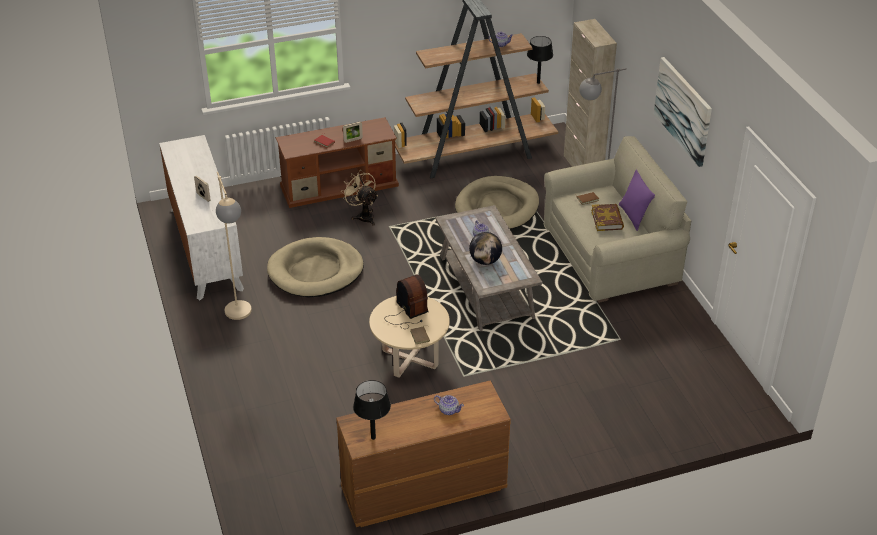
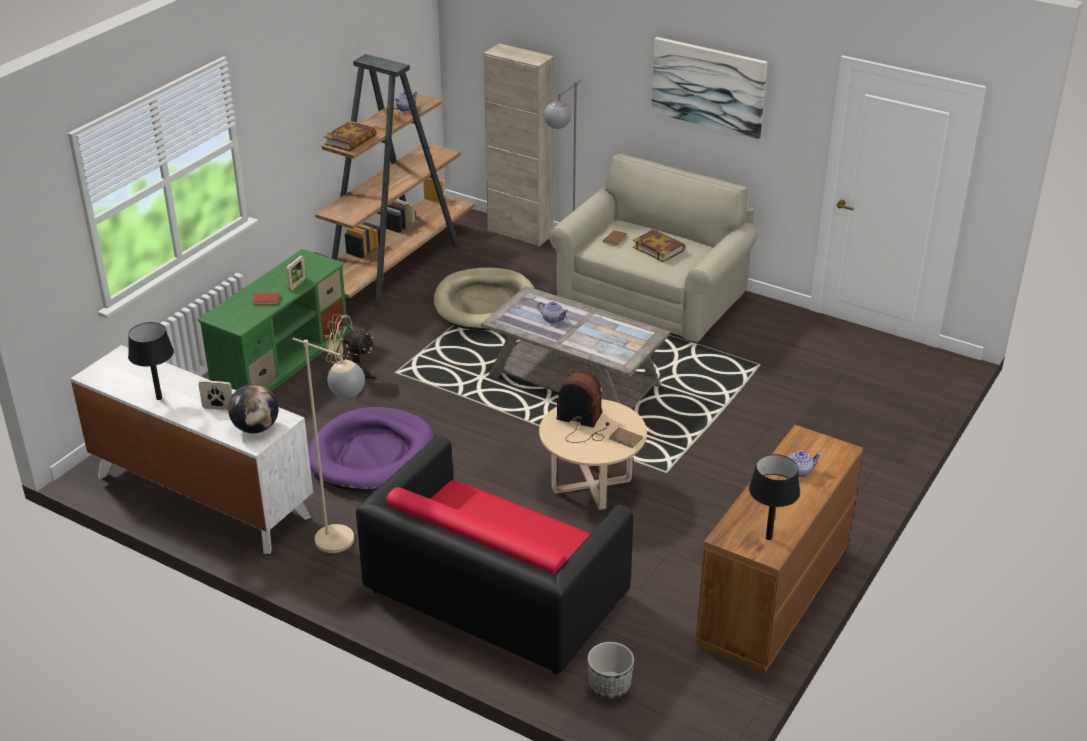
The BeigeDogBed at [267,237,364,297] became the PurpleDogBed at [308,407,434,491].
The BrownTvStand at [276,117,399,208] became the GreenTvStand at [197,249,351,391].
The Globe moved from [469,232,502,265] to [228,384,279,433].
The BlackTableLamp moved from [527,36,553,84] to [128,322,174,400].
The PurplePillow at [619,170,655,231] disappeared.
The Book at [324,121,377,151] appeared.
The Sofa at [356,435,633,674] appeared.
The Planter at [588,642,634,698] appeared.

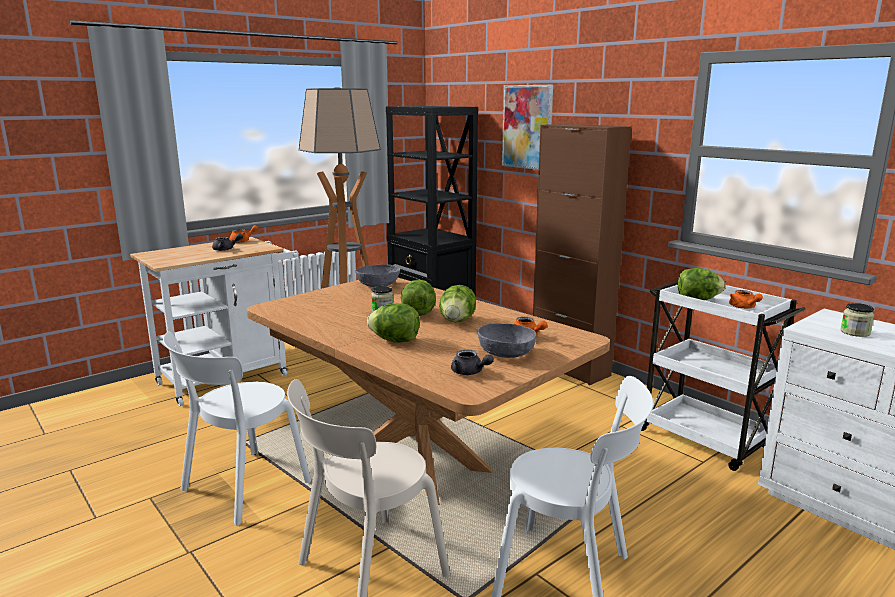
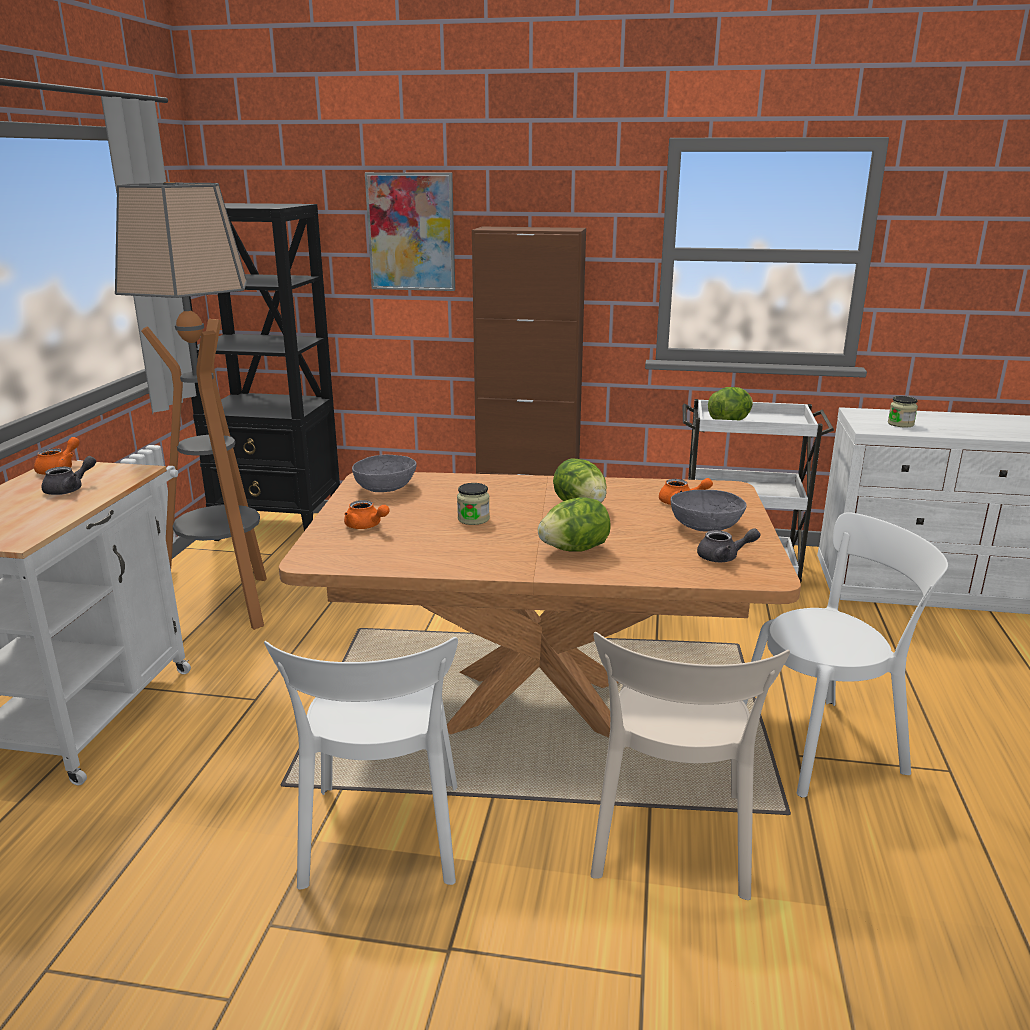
The Lettuce at [401,280,436,316] disappeared.
The OrangeTeapot moved from [729,290,763,309] to [344,500,390,529].

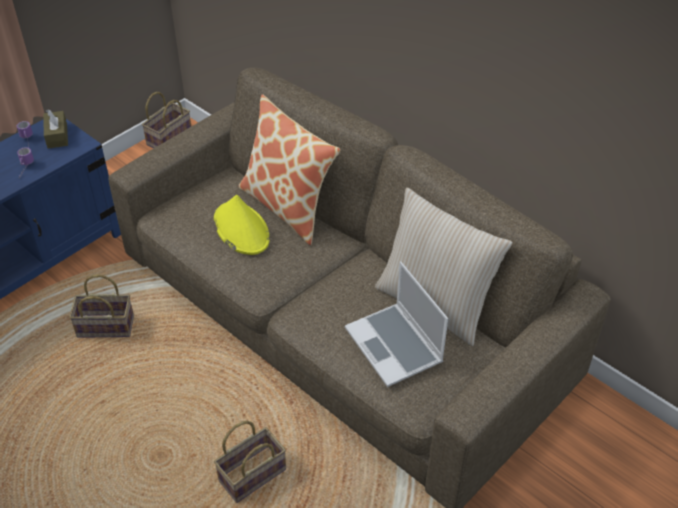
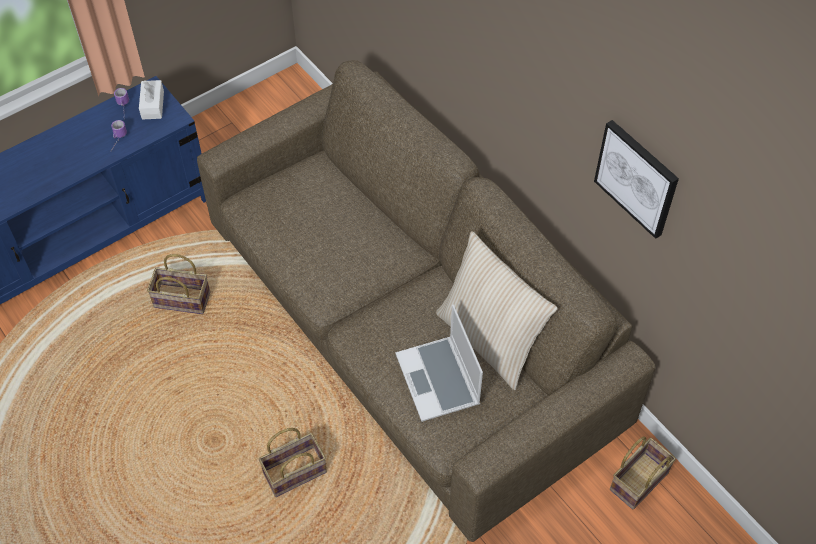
The BrownTissueBox at [43,109,68,149] became the WhiteTissueBox at [139,80,164,120].
The Basket moved from [142,92,191,148] to [610,436,676,510].
The YellowHat at [214,195,269,255] disappeared.
The Pillow at [238,94,340,245] disappeared.
The Picture at [594,120,679,239] appeared.

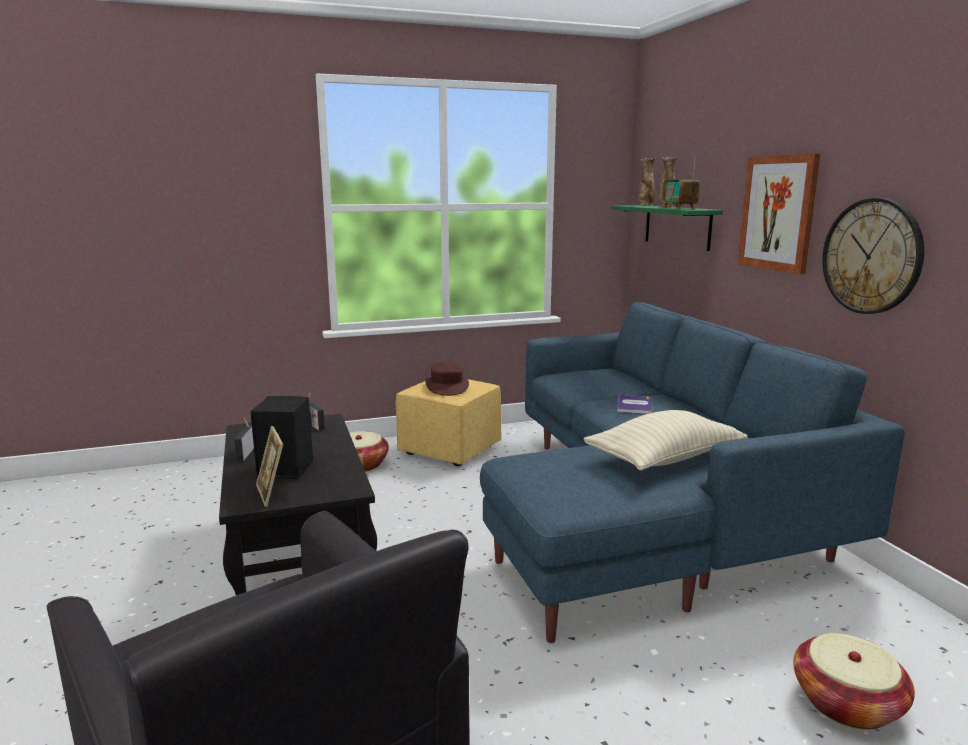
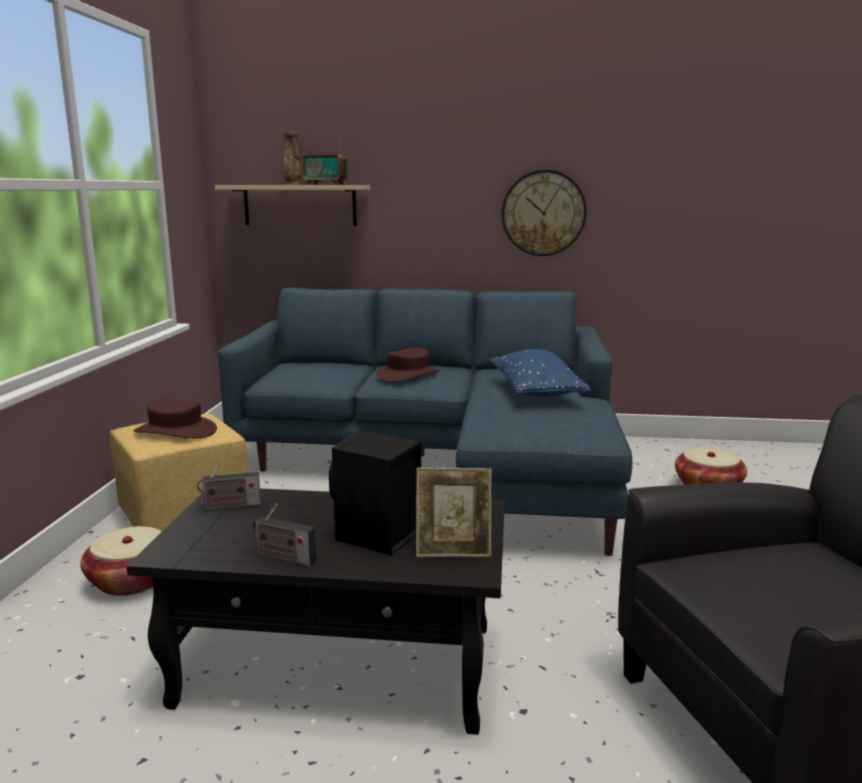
The BeigePillow at [584,410,748,471] became the BluePillow at [490,349,591,397].
The GreenShelf at [611,205,723,251] became the BeigeShelf at [215,185,370,226].
The Book at [617,395,653,414] was replaced by the BrownHat at [376,348,440,382].
The Vase at [639,158,655,206] disappeared.
The Picture at [738,154,820,275] disappeared.

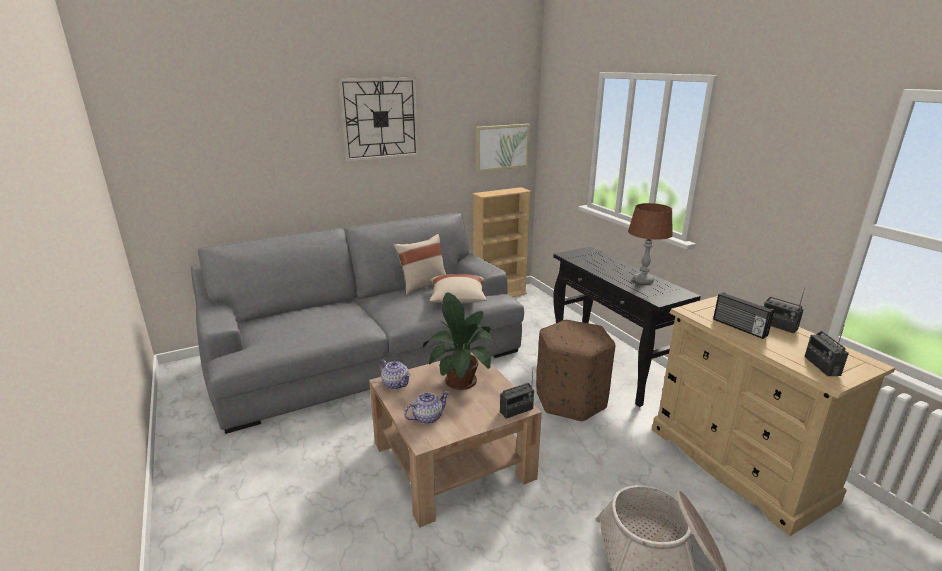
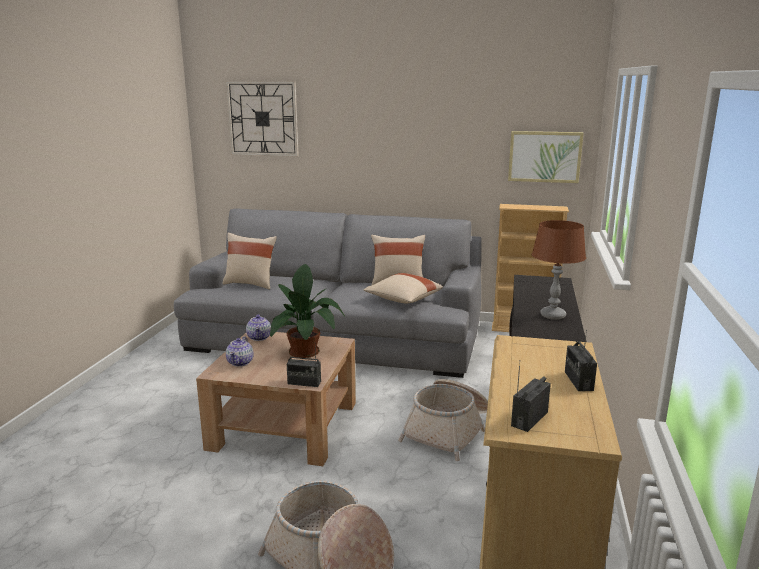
The WallClock moved from [338,77,419,162] to [226,81,299,156].
The Teapot at [404,391,449,424] turned 90 degrees clockwise.
The BrownOttoman at [536,320,615,422] was replaced by the Basket at [398,379,488,461].
The Radio at [713,292,775,339] disappeared.
The BeigePillow at [222,232,277,290] appeared.

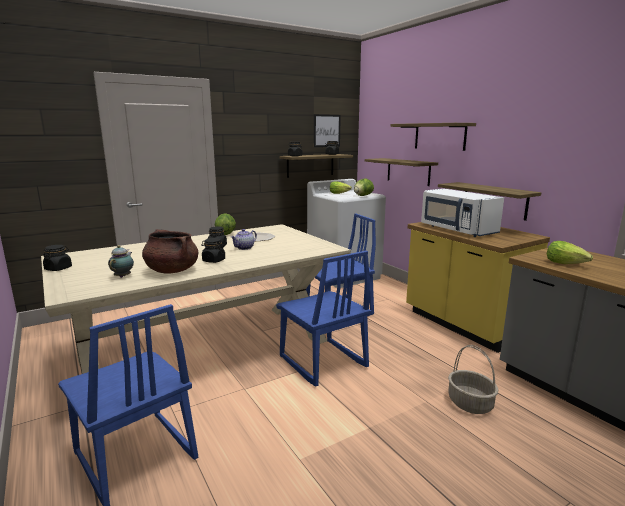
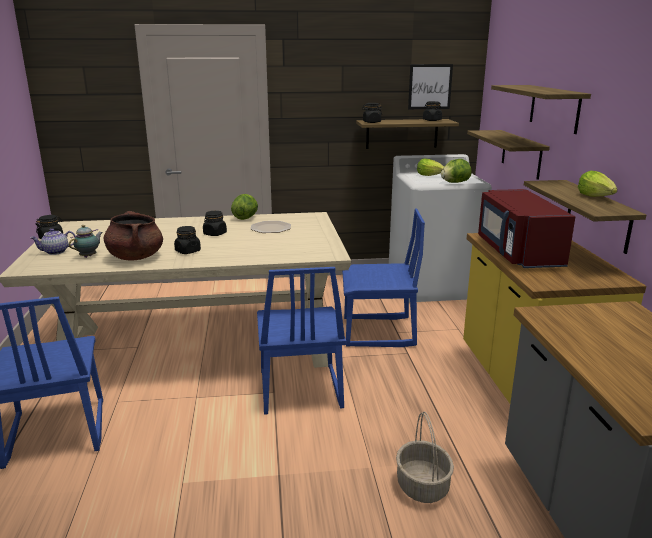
The Teapot moved from [231,229,257,250] to [30,229,76,255].
The WhiteMicrowave at [421,189,504,237] became the RedMicrowave at [478,189,575,268].
The Lettuce moved from [547,241,593,264] to [578,171,617,197].

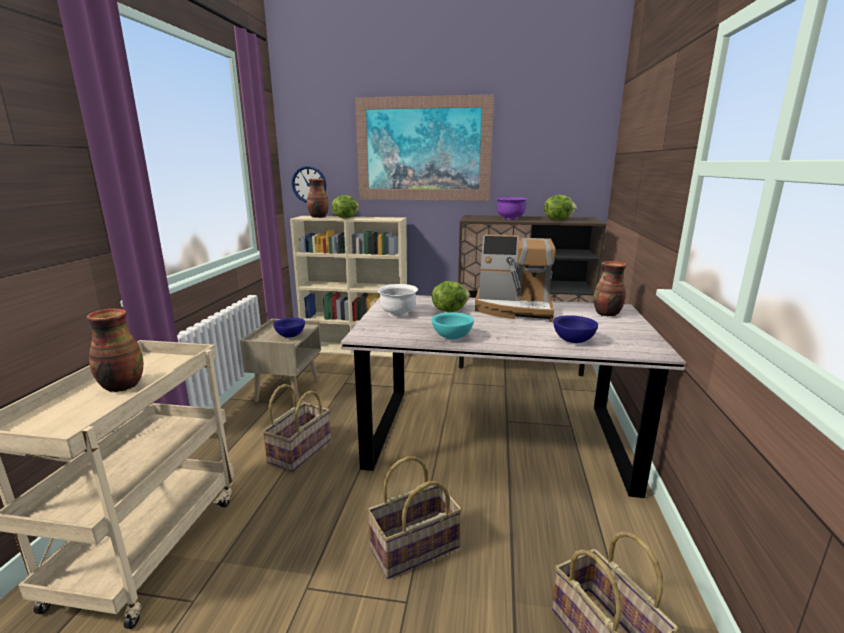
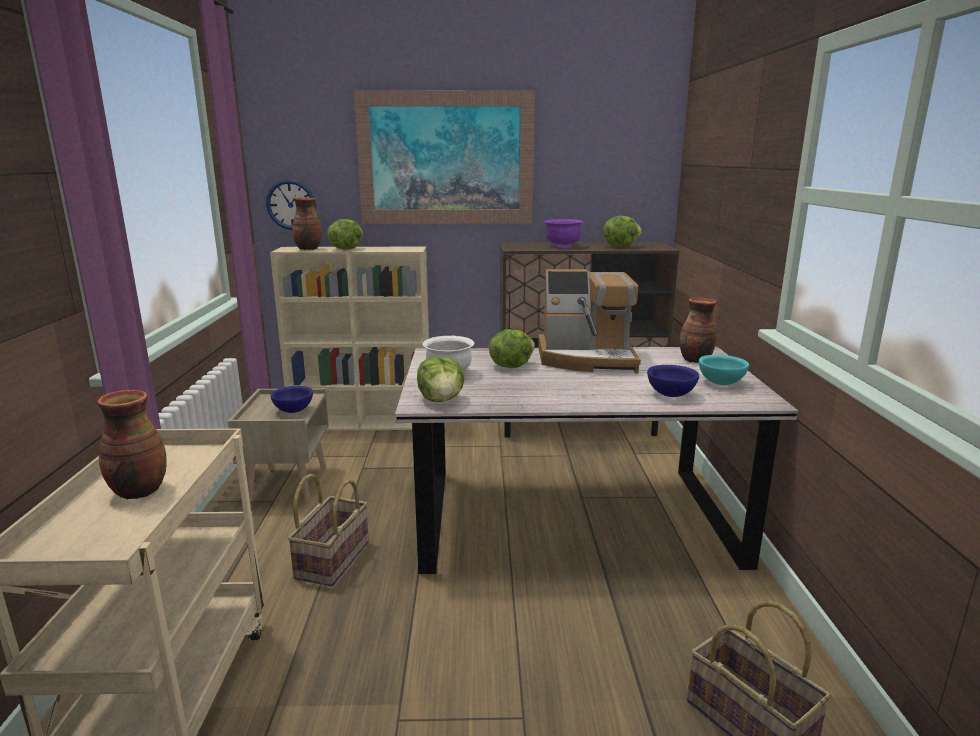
The Basket at [367,456,462,579] disappeared.
The TurquoiseBowl moved from [432,312,474,339] to [699,355,749,385].
The Lettuce at [417,357,464,402] appeared.

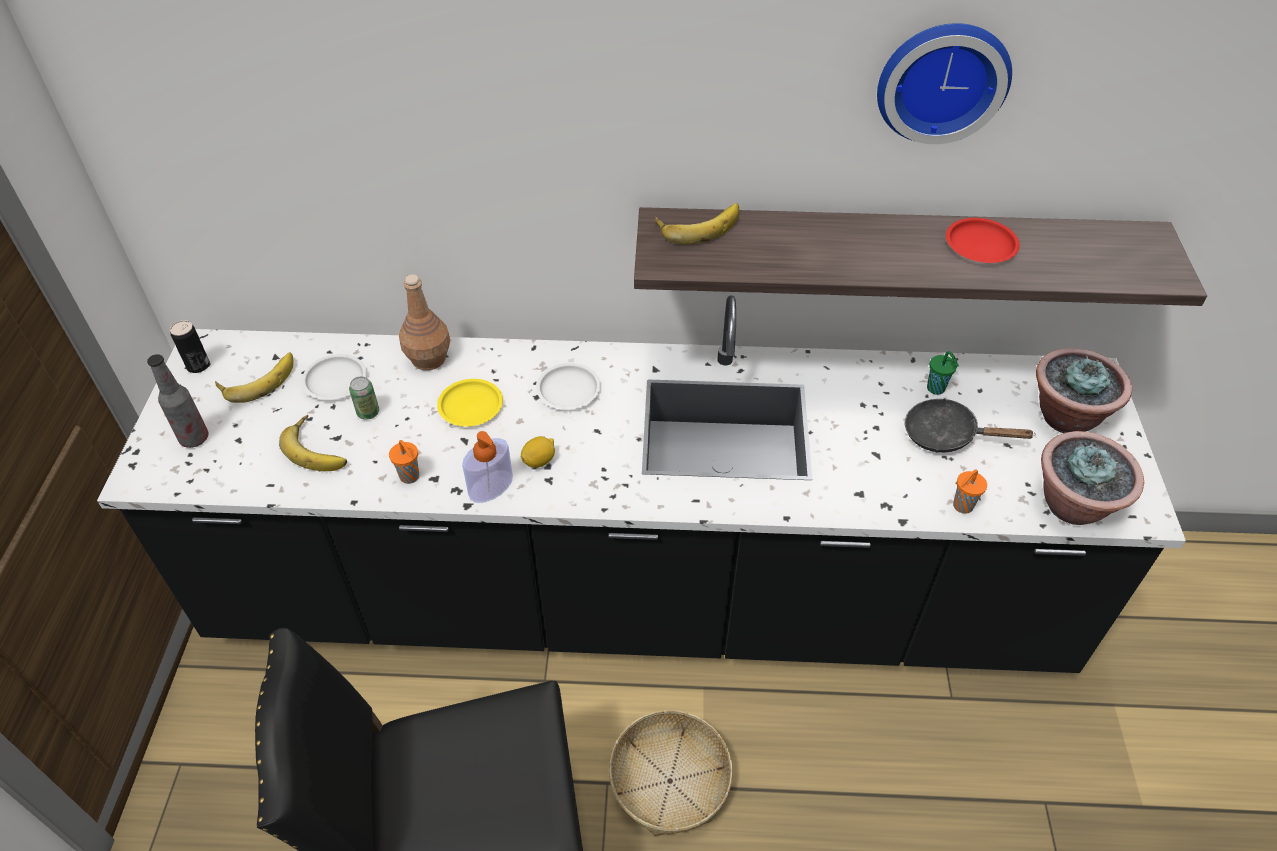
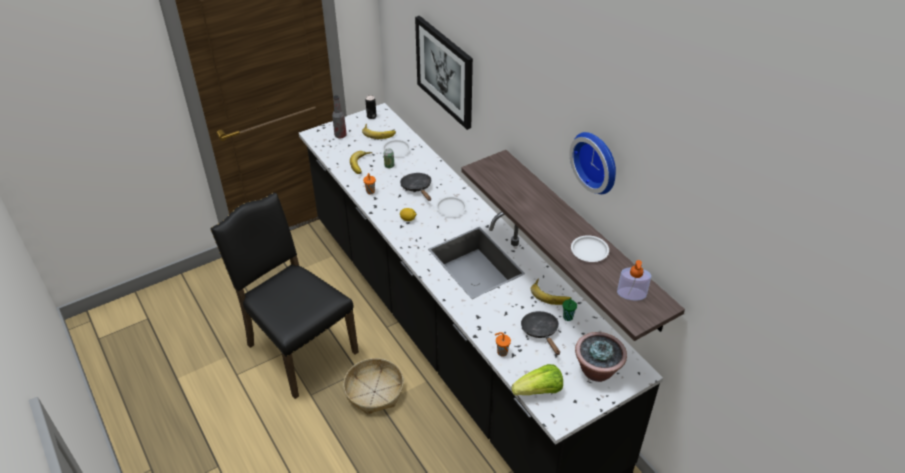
The BrownBottle at [399,275,450,370] disappeared.
The YellowPlate at [437,379,503,427] was replaced by the BlackFryingPan at [400,173,431,201].
The SoapDispenser moved from [462,431,513,503] to [617,260,651,300].
The Banana moved from [655,203,739,245] to [531,278,572,305].
The RedPlate at [946,218,1020,263] became the WhitePlate at [571,235,609,262].
The PottedPlant at [1041,431,1144,525] was replaced by the Lettuce at [512,364,563,395].
The Picture at [415,16,473,130] appeared.

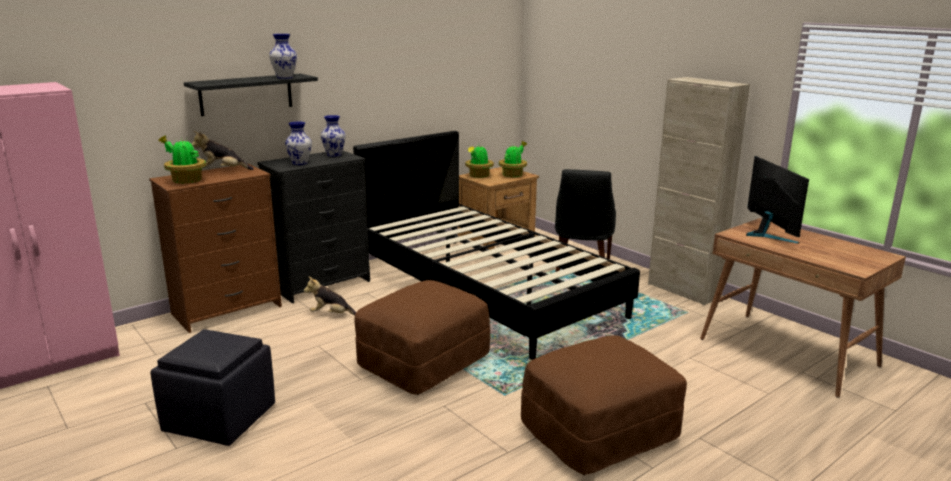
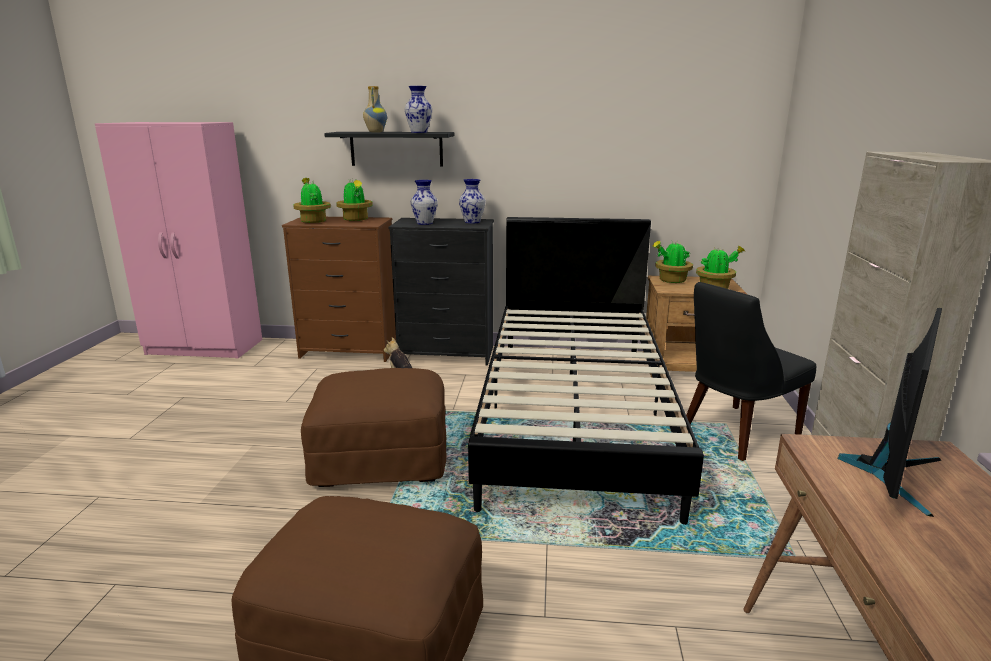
The BlackOttoman at [150,329,275,446] disappeared.
The PlushToy at [192,131,254,170] was replaced by the PottedPlant at [336,178,373,221].
The Vase at [363,86,387,133] appeared.

